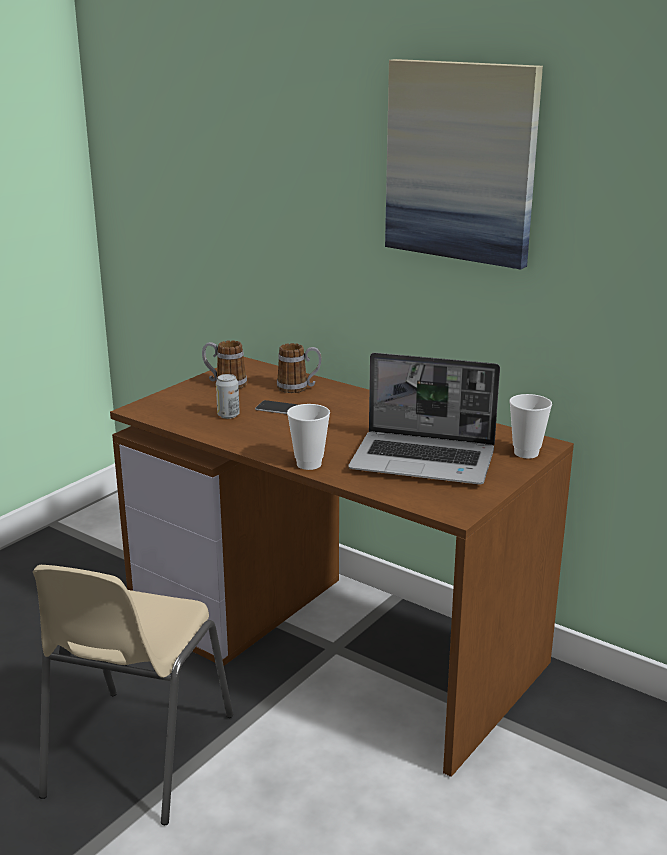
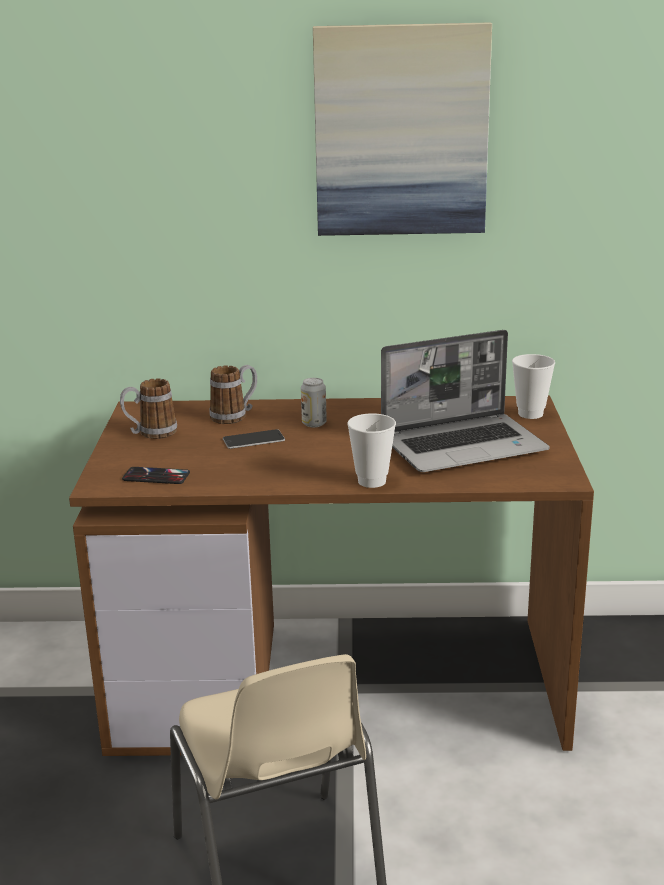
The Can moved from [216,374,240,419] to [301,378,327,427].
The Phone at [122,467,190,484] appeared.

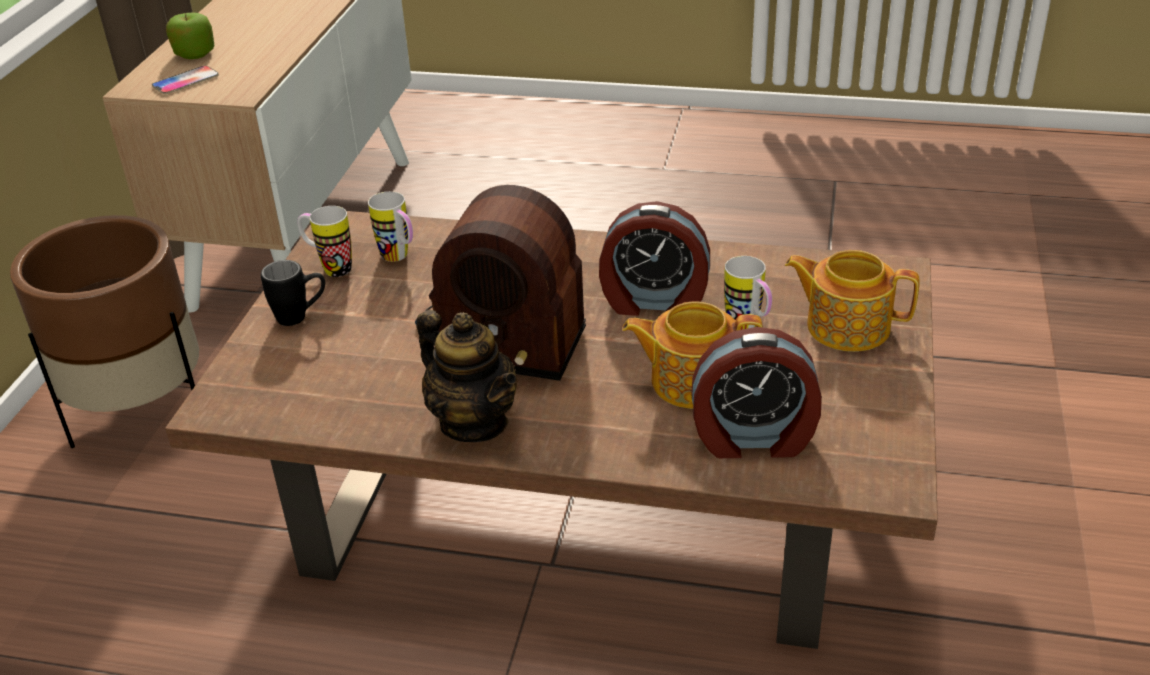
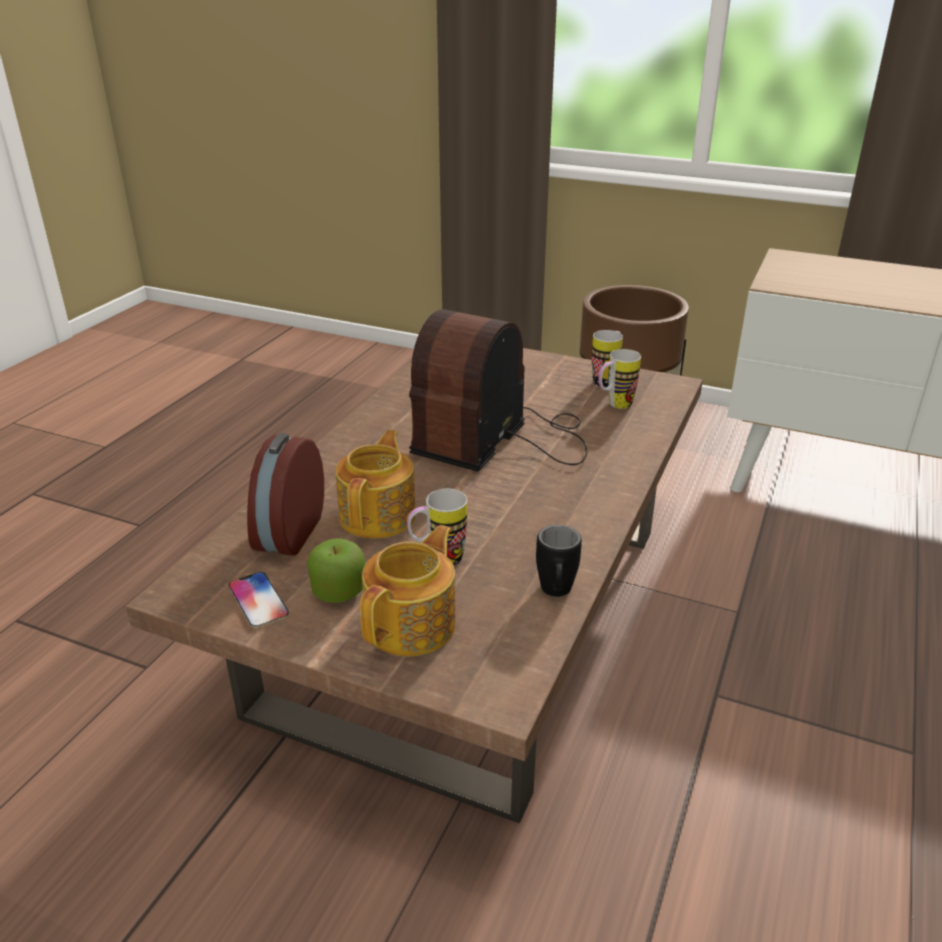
The Phone moved from [152,66,219,94] to [229,572,289,628].
The Apple moved from [166,12,215,59] to [307,538,365,603].
The BlackMug moved from [261,260,325,326] to [536,525,582,597].
The Teapot at [416,310,517,442] disappeared.
The AlarmClock at [599,201,710,316] disappeared.

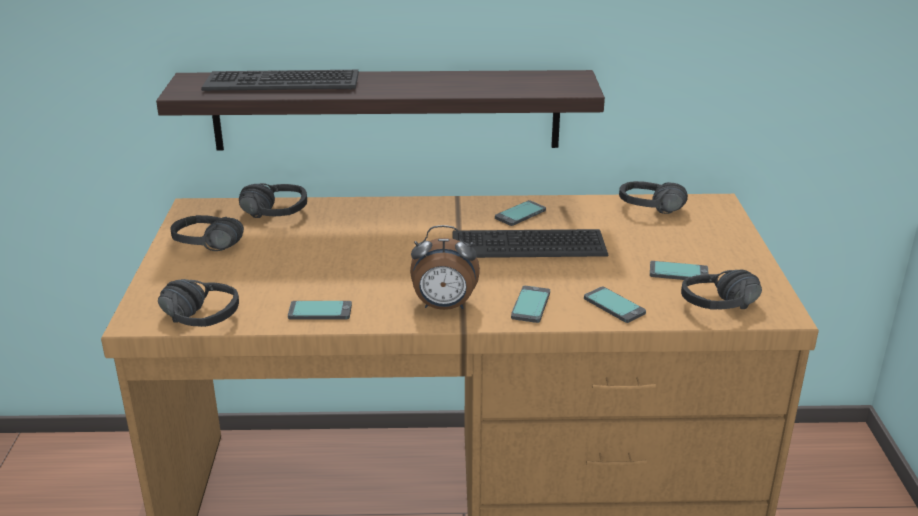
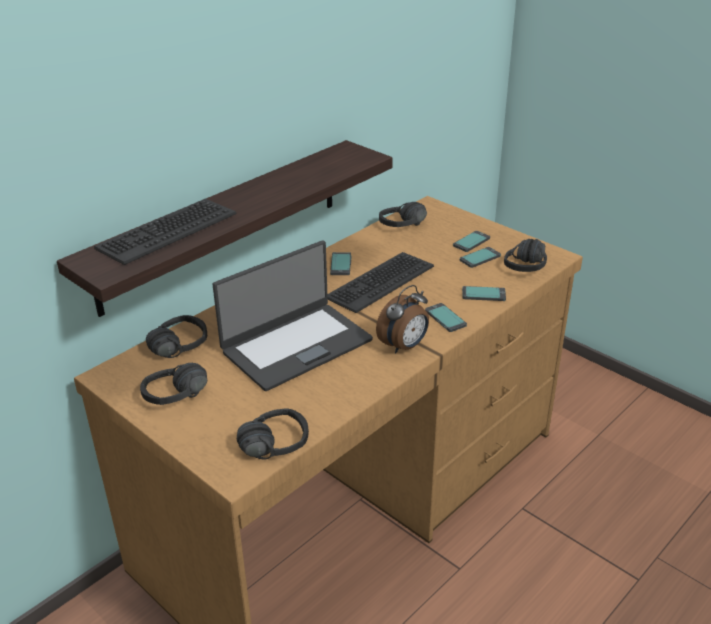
The Phone moved from [288,301,352,319] to [453,231,490,252].
The Laptop at [212,241,373,391] appeared.

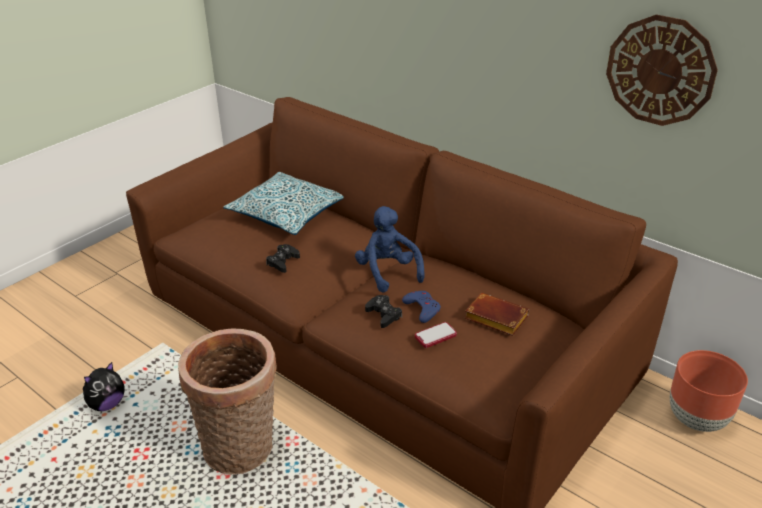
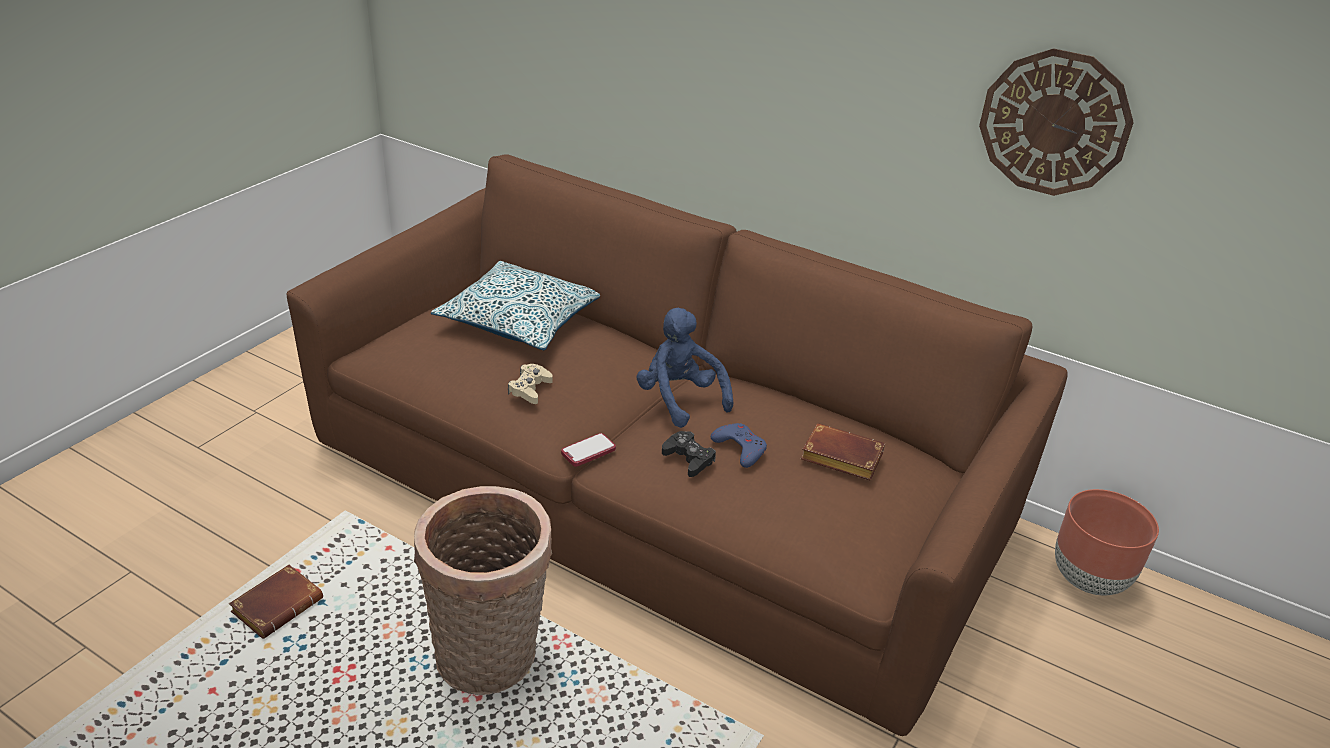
The PlushToy at [83,362,124,411] was replaced by the BrownBook at [229,565,323,639].
The BlackGameController at [266,244,300,273] became the BeigeGameController at [508,364,553,404].
The Phone moved from [415,322,457,348] to [561,433,616,467].

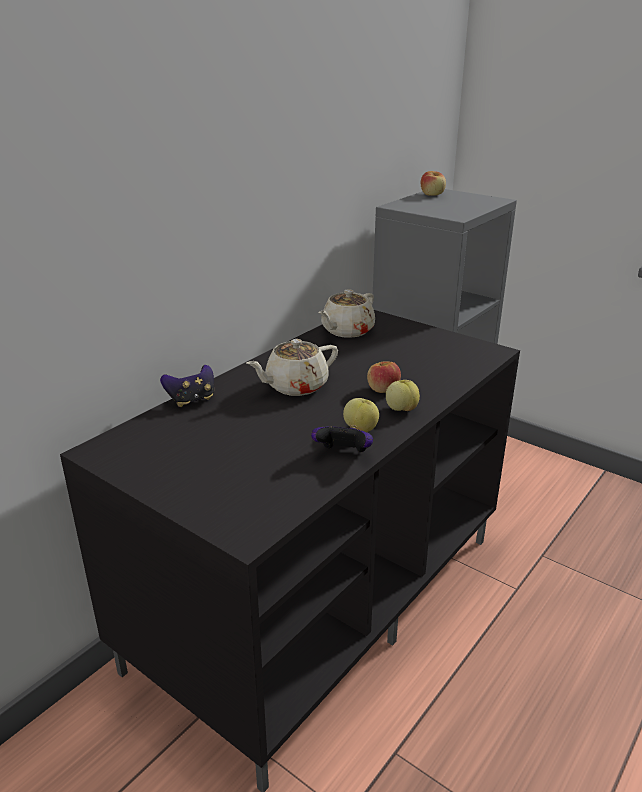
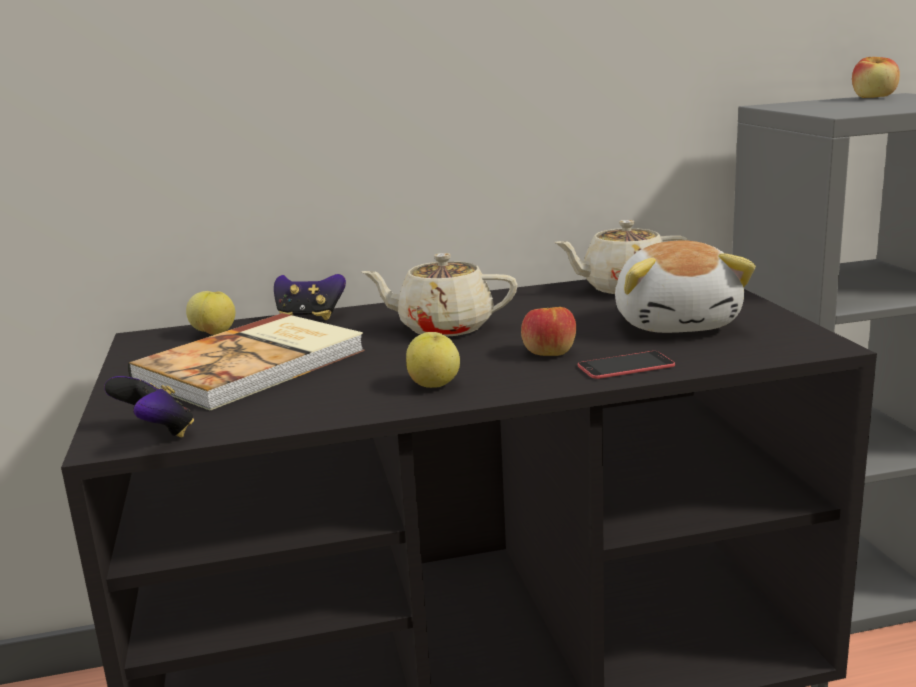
The GameController moved from [311,425,373,452] to [104,376,194,437].
The Apple moved from [386,380,420,411] to [186,291,235,335].
The Book at [128,313,365,410] appeared.
The Phone at [578,351,675,379] appeared.
The PlushToy at [615,240,756,333] appeared.

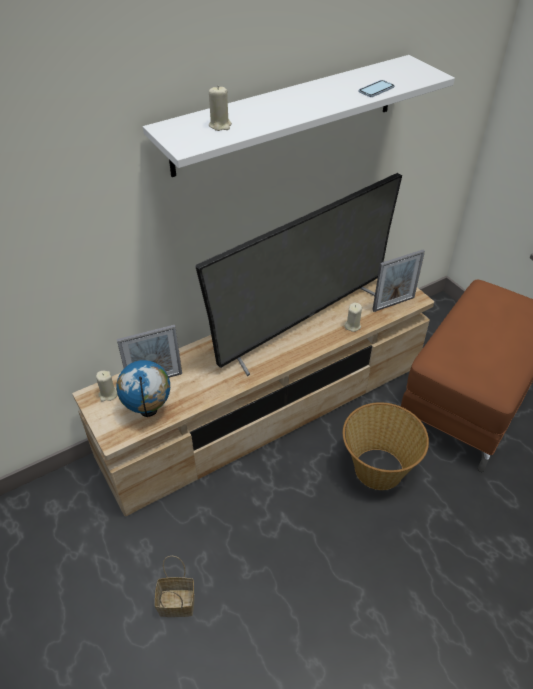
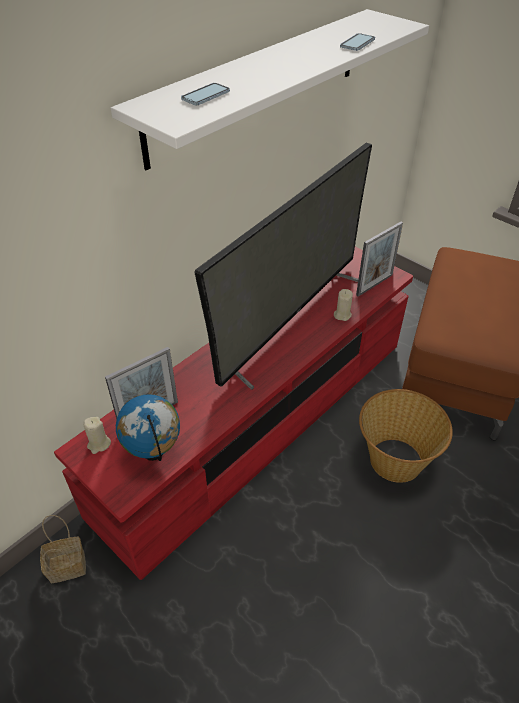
The BeigeTvStand at [72,278,434,516] became the RedTvStand at [54,247,413,580].
The Basket moved from [155,556,194,617] to [40,515,86,583].
The BeigeCandle at [209,86,232,131] was replaced by the Phone at [181,83,230,105].

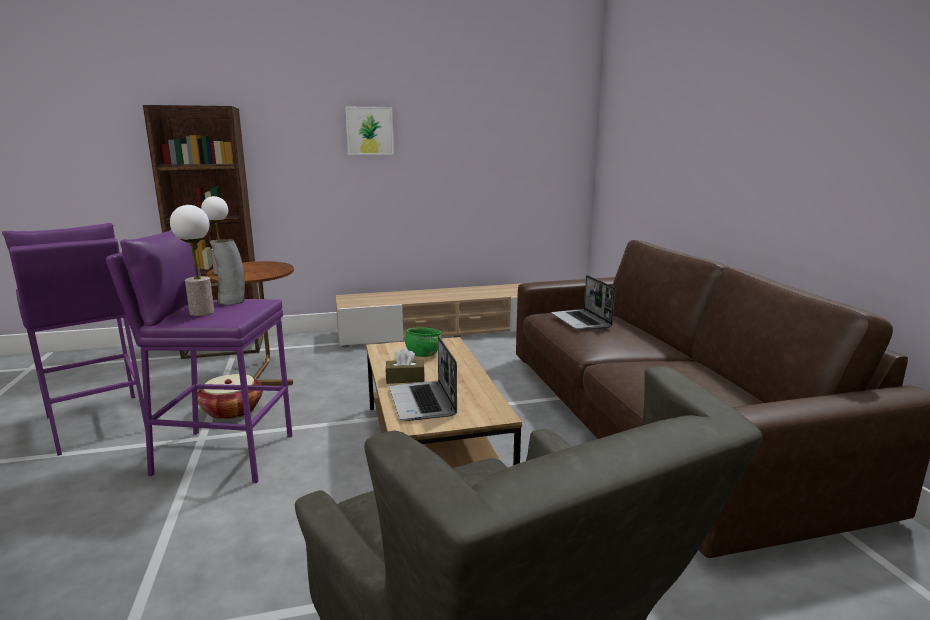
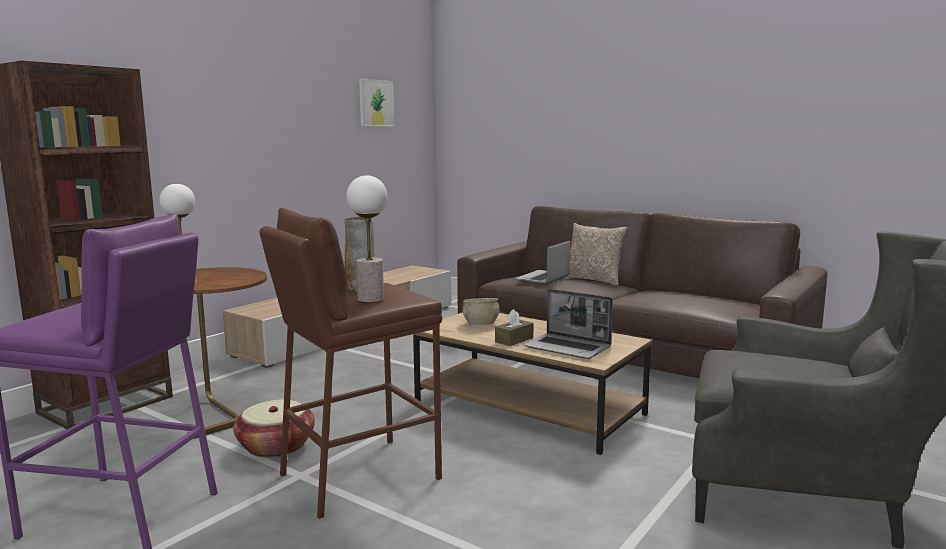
The PurpleStool at [106,230,293,483] became the BrownStool at [259,208,442,519].
The Picture moved from [345,106,394,155] to [359,79,394,127].
The GreenBowl at [405,327,442,357] became the BeigeBowl at [462,298,500,325].
The Laptop at [551,275,615,330] turned 90 degrees clockwise.
The Pillow at [563,223,628,286] appeared.

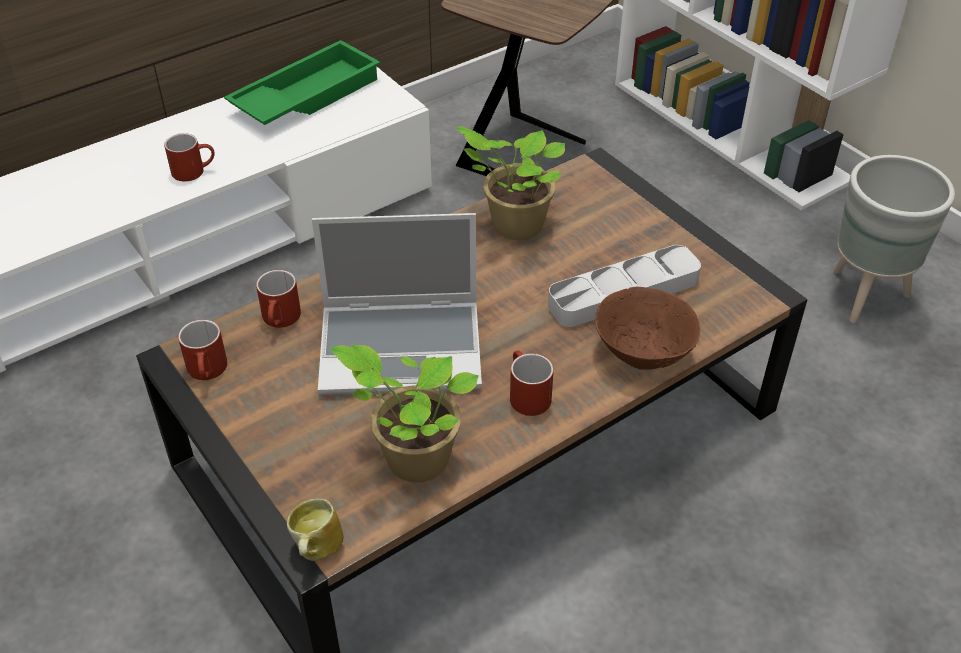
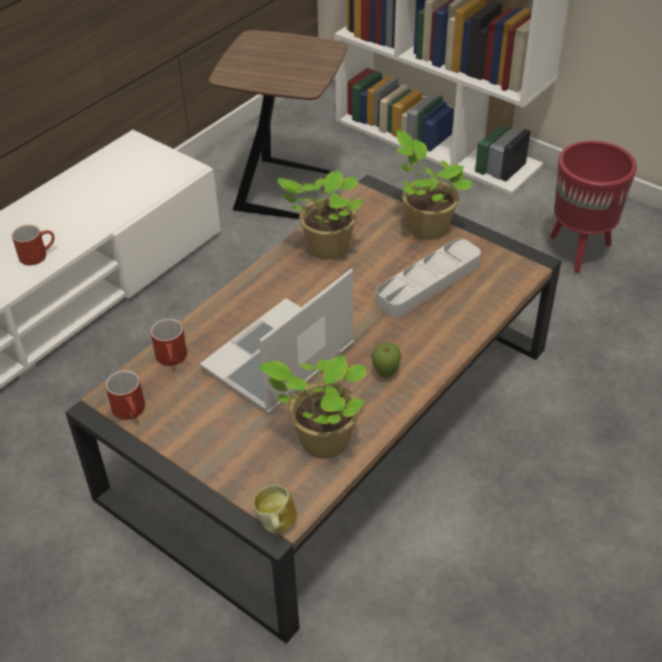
The GreenTray at [224,40,381,125] disappeared.
The Laptop at [312,213,482,395] turned 150 degrees clockwise.
The RedMug at [510,350,554,416] was replaced by the Apple at [371,342,401,378].
The BrownBowl at [595,286,700,370] disappeared.
The GreyPlanter at [833,155,955,323] became the RedPlanter at [550,141,637,273].
The PottedPlant at [396,130,474,240] appeared.

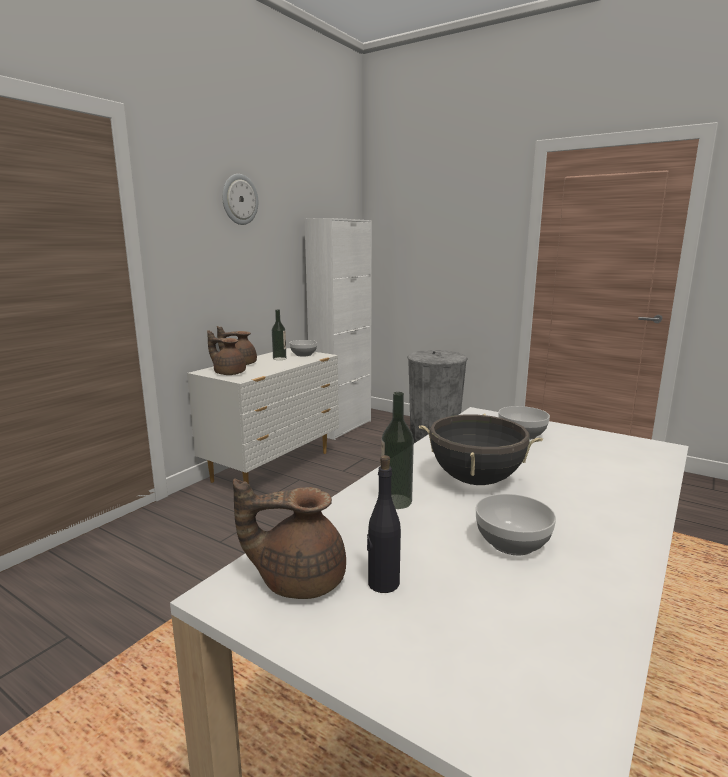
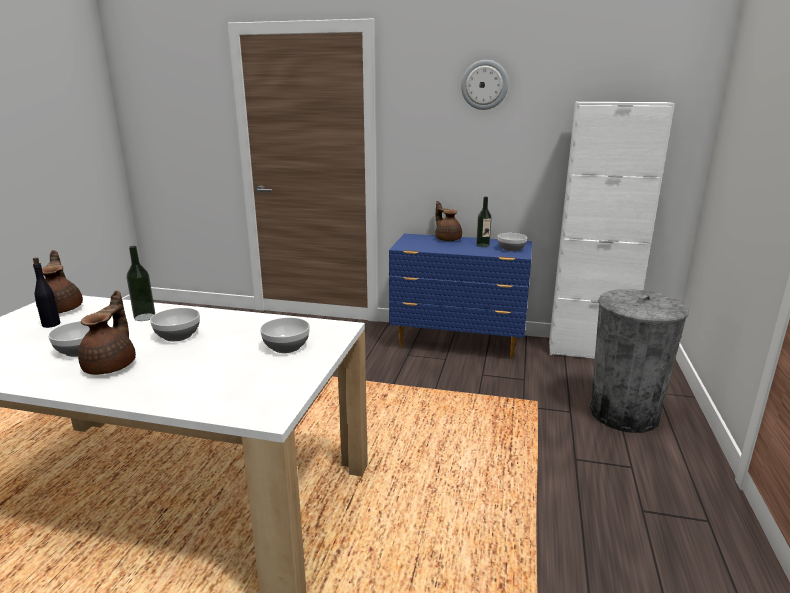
The WhiteDresser at [187,348,339,484] became the BlueDresser at [389,234,532,358].
The BrownTeapot moved from [207,330,246,375] to [78,290,136,375].
The BlackCookingPot at [419,413,543,485] was replaced by the Bowl at [150,308,200,341].

